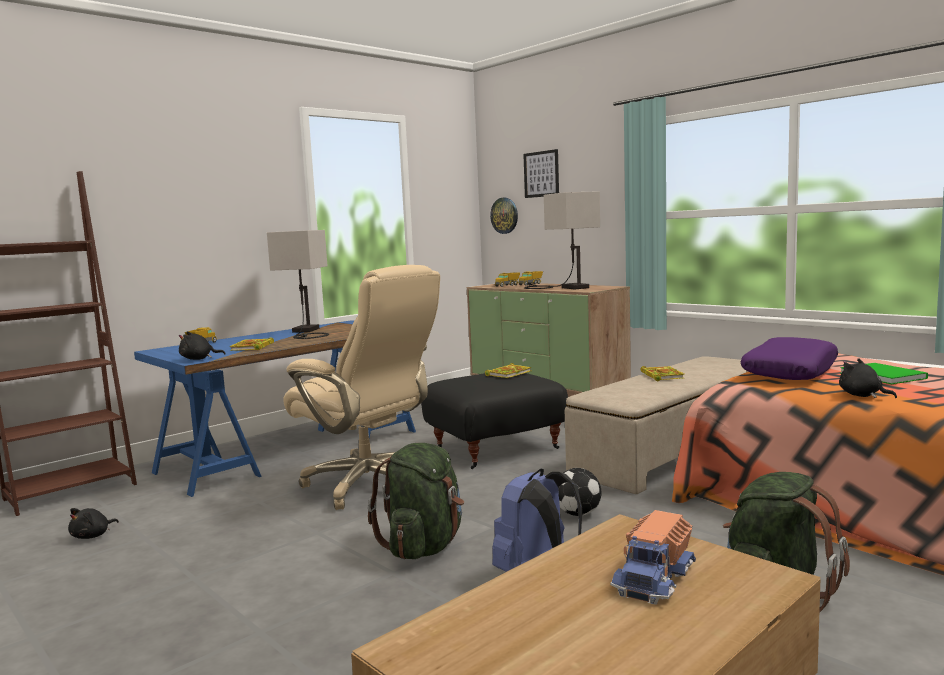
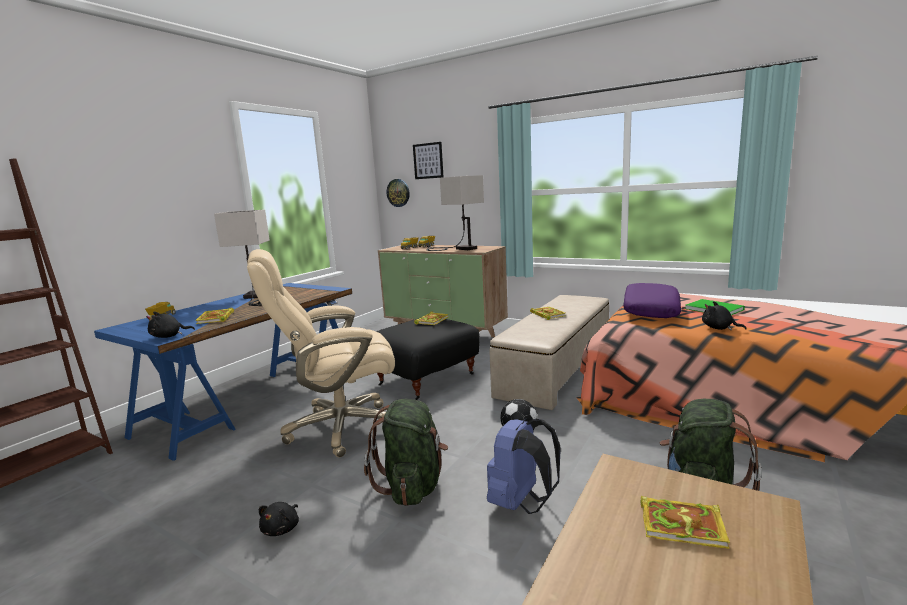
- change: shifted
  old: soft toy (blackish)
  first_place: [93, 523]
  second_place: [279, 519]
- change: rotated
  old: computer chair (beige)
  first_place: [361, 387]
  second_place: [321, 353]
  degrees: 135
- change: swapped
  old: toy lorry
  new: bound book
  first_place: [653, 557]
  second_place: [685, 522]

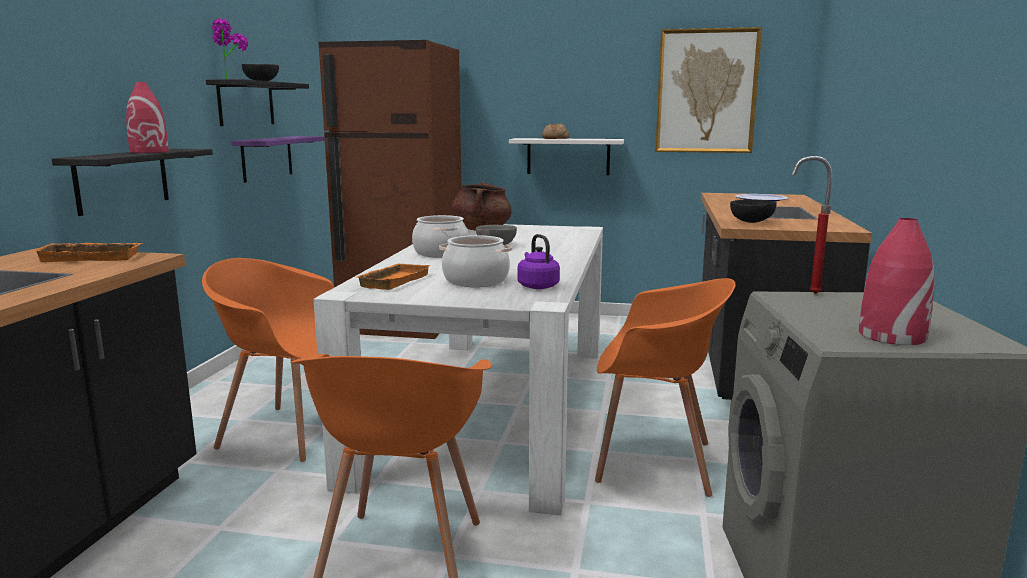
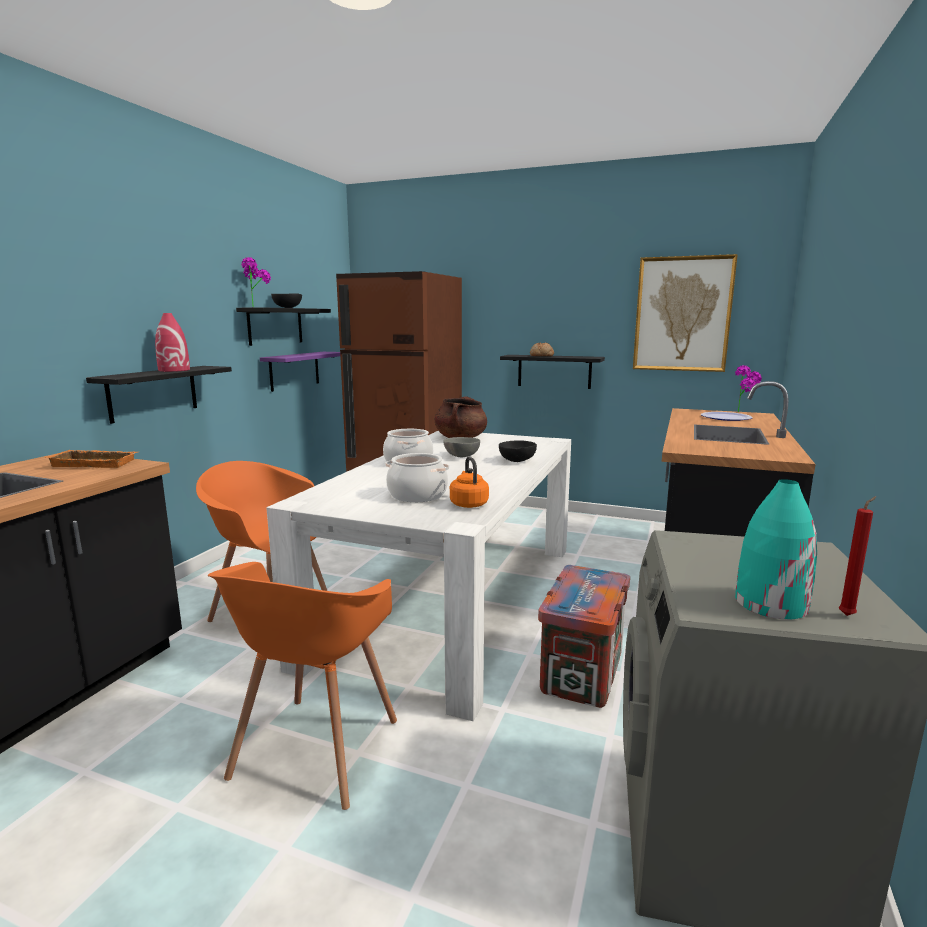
- change: gone
  old: tray (orange-coloured)
  first_place: [394, 277]
- change: repainted
  old: shelf (whitish)
  new: shelf (blackish)
  first_place: [566, 156]
  second_place: [552, 372]
- change: repainted
  old: water kettle (purplish)
  new: water kettle (orange-coloured)
  first_place: [539, 261]
  second_place: [469, 482]
- change: swapped
  old: upright chair (orange-coloured)
  new: packing crate
  first_place: [665, 387]
  second_place: [584, 636]
- change: shifted
  old: serving bowl (blackish)
  first_place: [753, 211]
  second_place: [518, 451]
- change: shifted
  old: candle (reddish)
  first_place: [820, 249]
  second_place: [857, 556]
- change: repainted
  old: decorative vase (reddish)
  new: decorative vase (turquoise)
  first_place: [897, 281]
  second_place: [776, 549]
- change: new
  new: plant in a pot
  second_place: [748, 389]

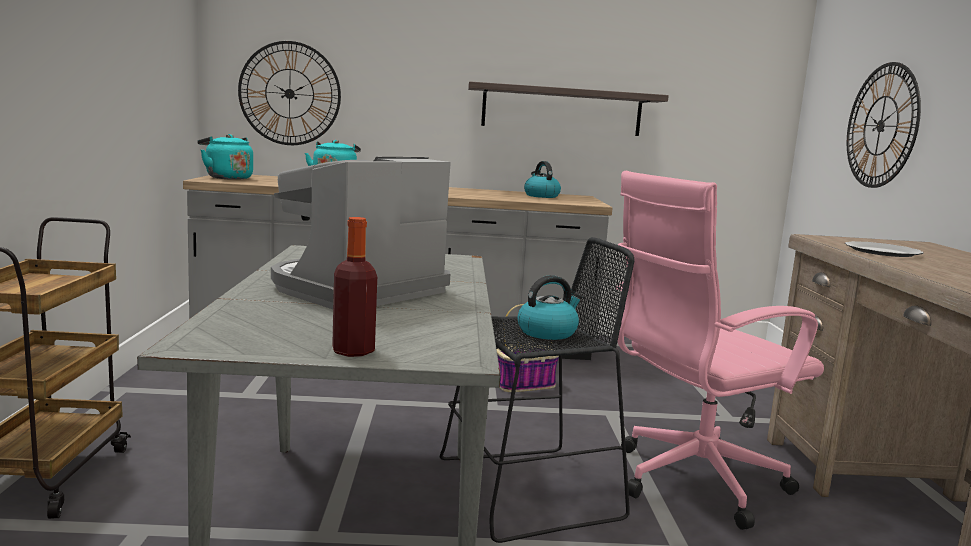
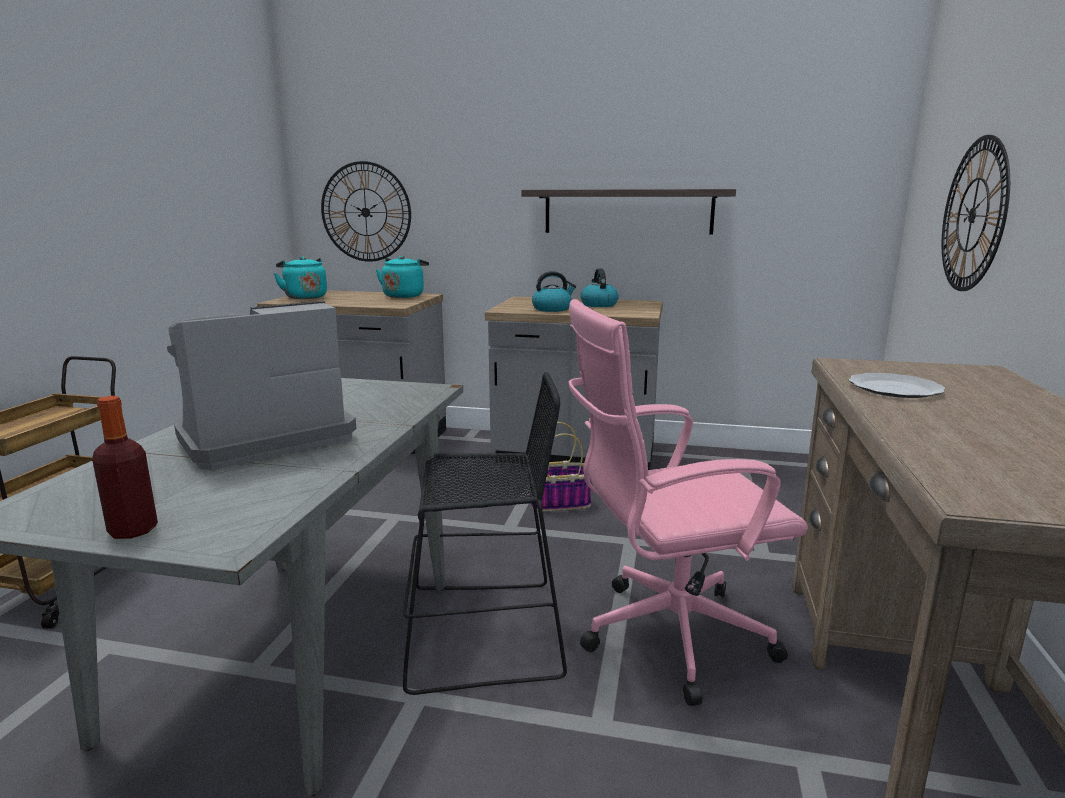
- change: shifted
  old: water kettle
  first_place: [549, 307]
  second_place: [554, 291]

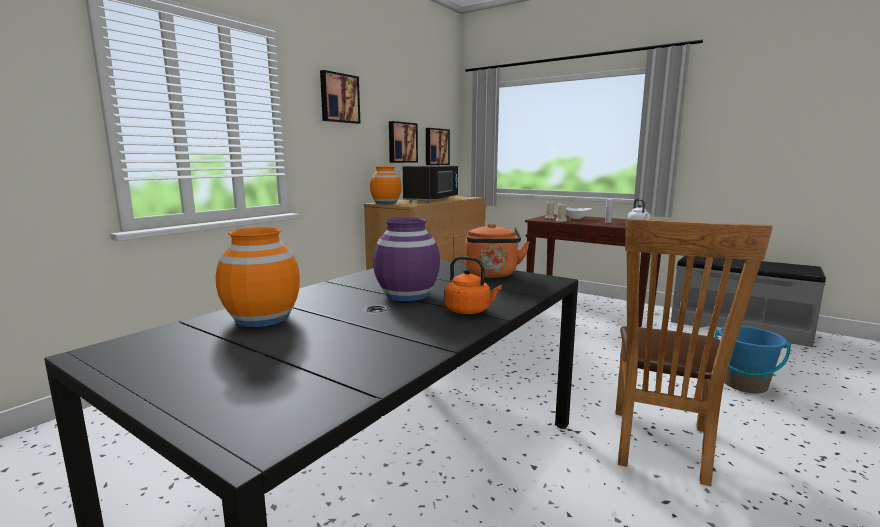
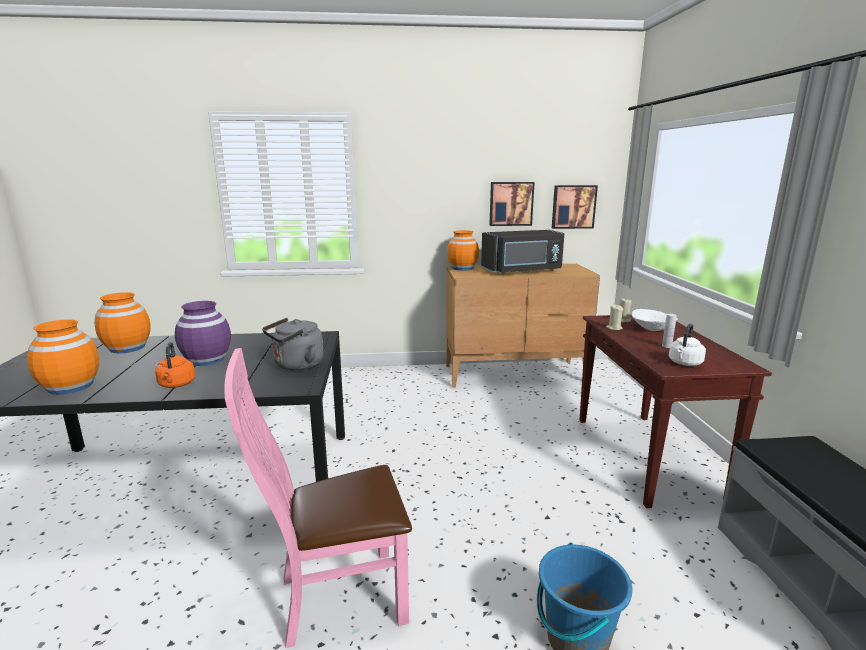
- change: gone
  old: picture
  first_place: [340, 97]
- change: repainted
  old: water kettle (orange-coloured)
  new: water kettle (greyish)
  first_place: [497, 250]
  second_place: [292, 344]
- change: repainted
  old: upright chair (brownish)
  new: upright chair (pink-coloured)
  first_place: [694, 352]
  second_place: [318, 498]
- change: new
  new: decorative vase (orange-coloured)
  second_place: [63, 357]

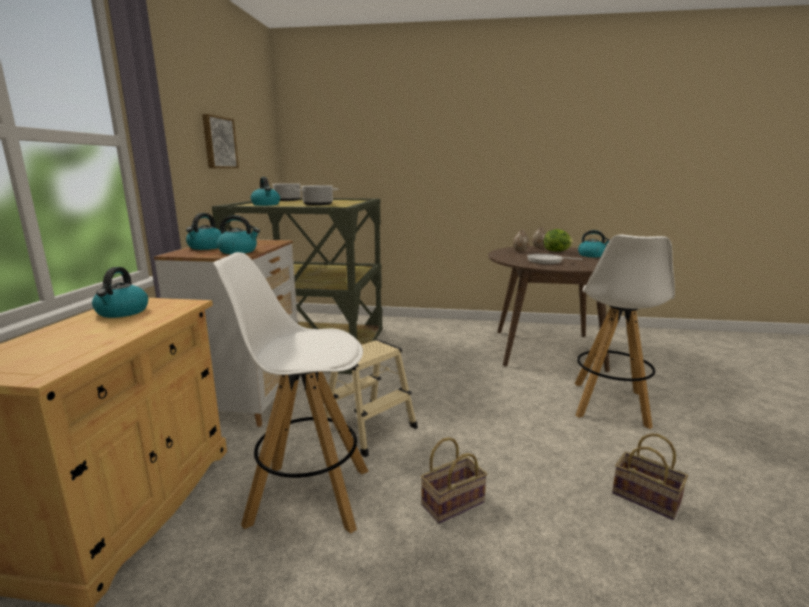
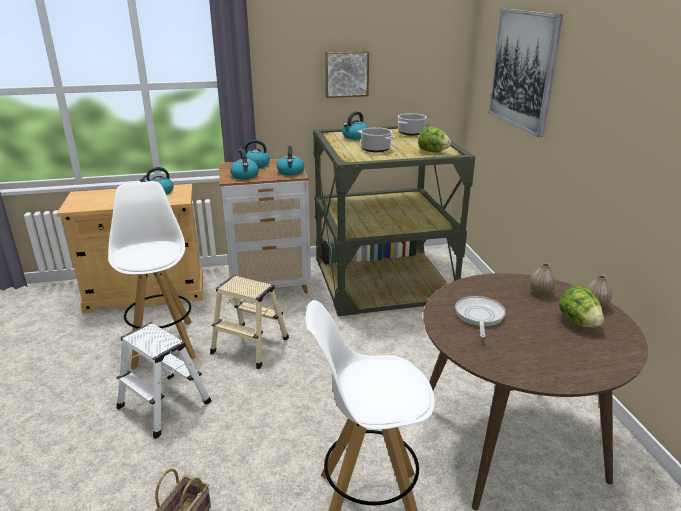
- change: swapped
  old: storage basket
  new: step stool (whitish)
  first_place: [454, 480]
  second_place: [163, 380]
- change: shifted
  old: water kettle
  first_place: [594, 243]
  second_place: [290, 160]
- change: new
  new: head of lettuce
  second_place: [434, 139]
- change: new
  new: picture
  second_place: [525, 72]

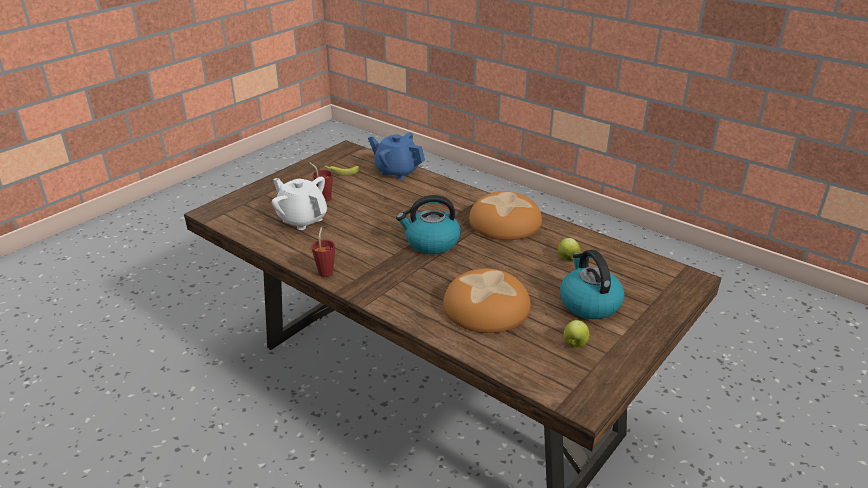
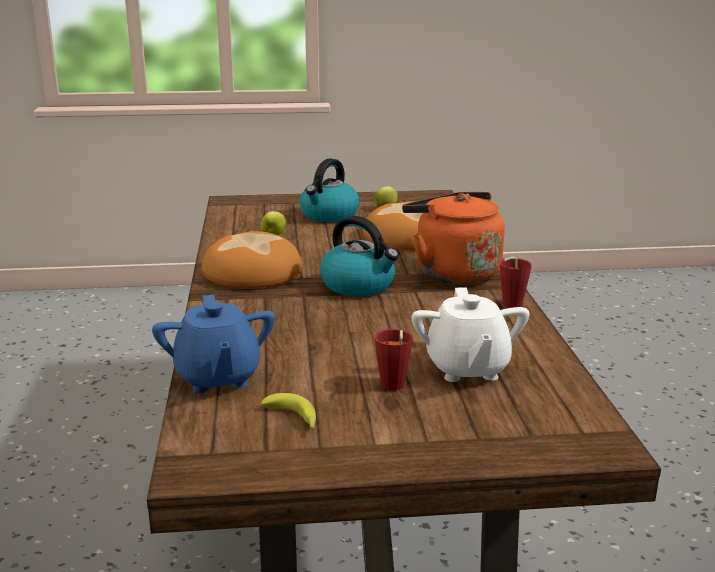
- change: new
  new: water kettle (orange-coloured)
  second_place: [453, 238]

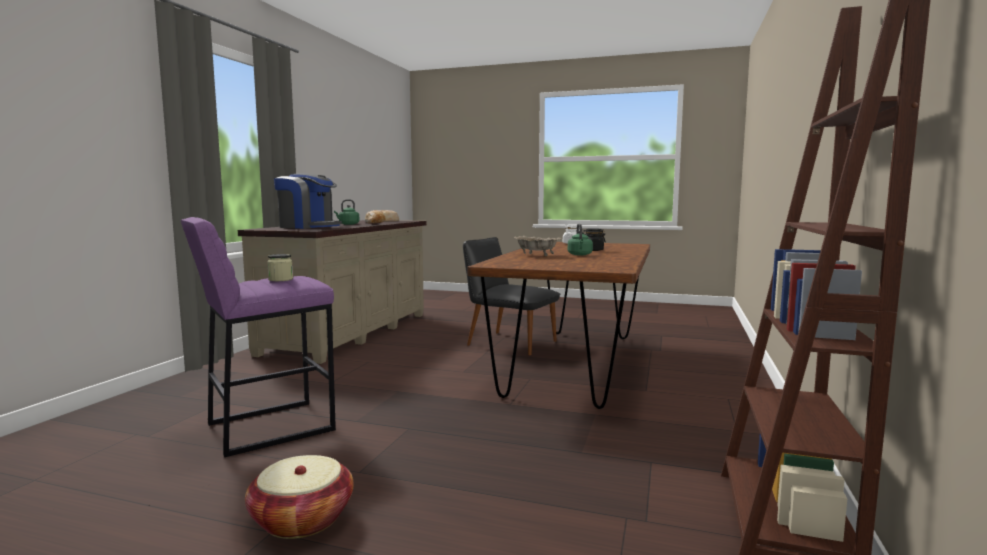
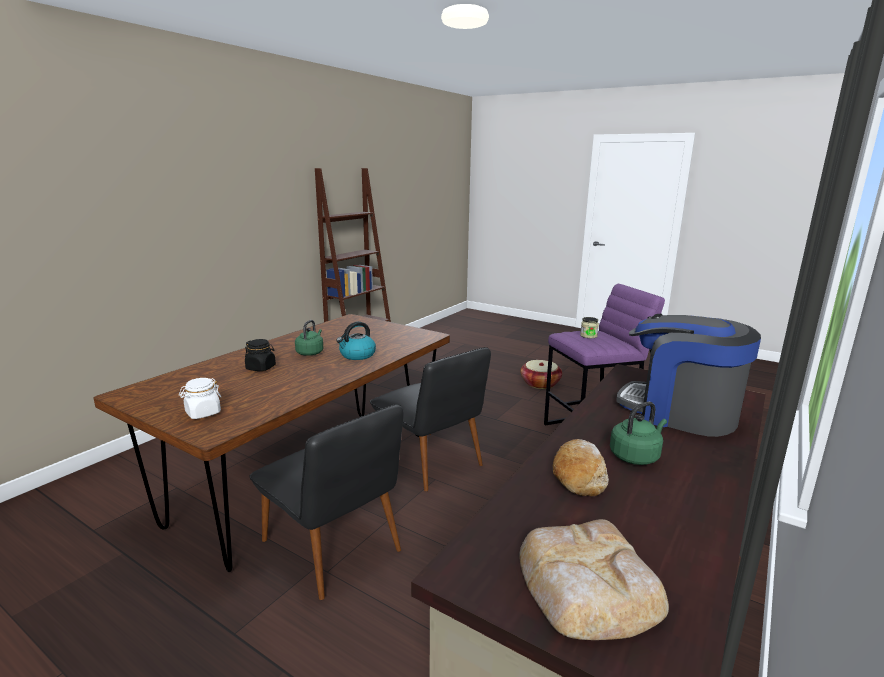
- change: swapped
  old: serving bowl (beige)
  new: water kettle
  first_place: [537, 246]
  second_place: [356, 341]
- change: new
  new: upright chair (blackish)
  second_place: [430, 419]

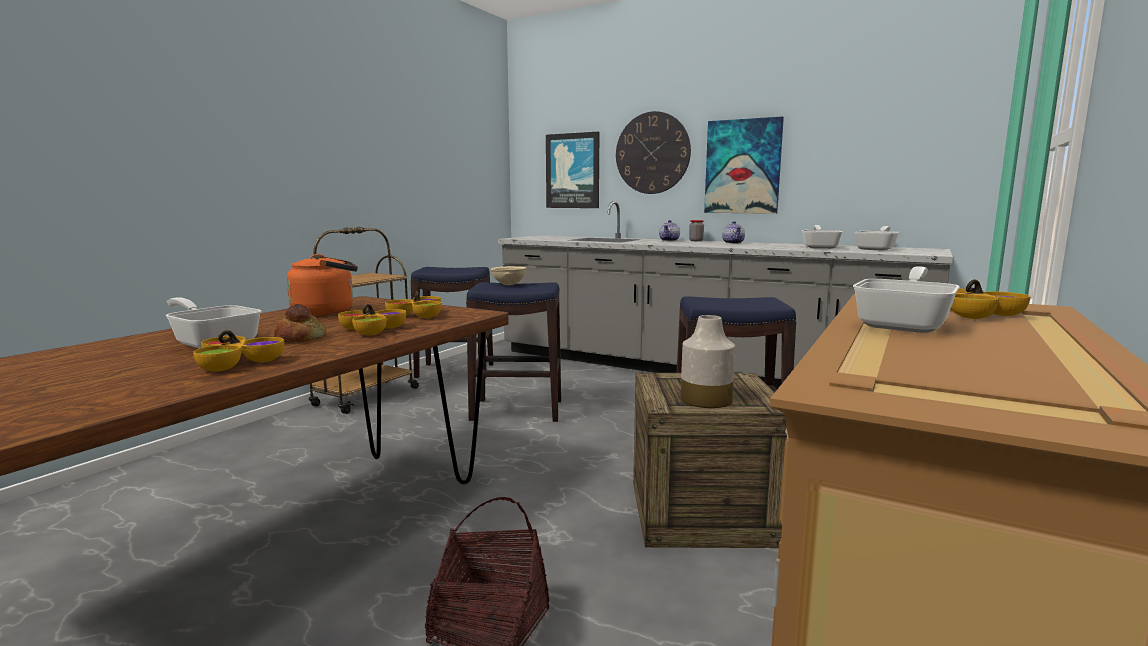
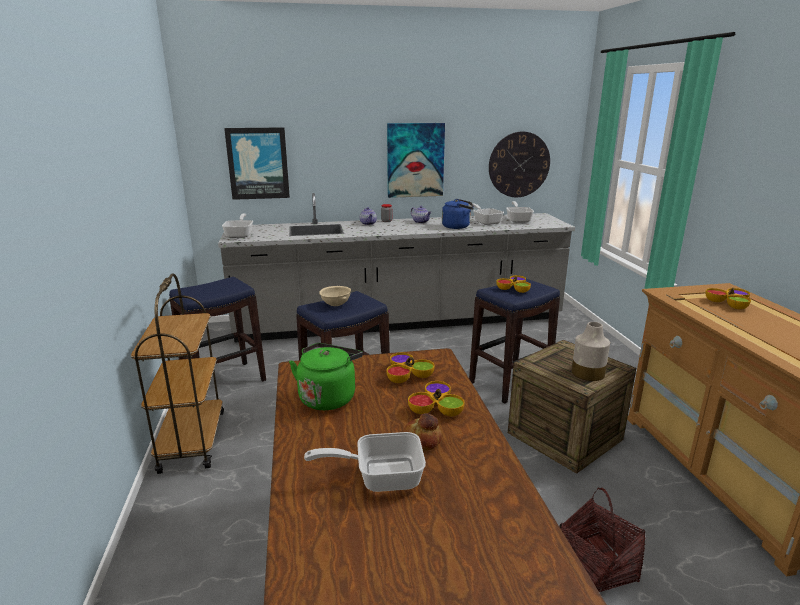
- change: shifted
  old: serving bowl
  first_place: [238, 351]
  second_place: [513, 284]
- change: repainted
  old: water kettle (orange-coloured)
  new: water kettle (greenish)
  first_place: [322, 285]
  second_place: [326, 376]
- change: shifted
  old: hanging clock
  first_place: [653, 152]
  second_place: [519, 164]
- change: shifted
  old: frying pan
  first_place: [906, 299]
  second_place: [237, 226]
- change: new
  new: water kettle (blue-coloured)
  second_place: [458, 214]

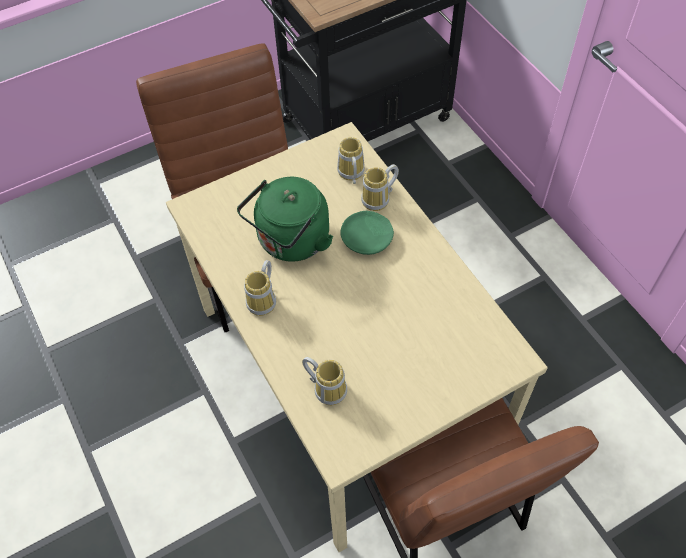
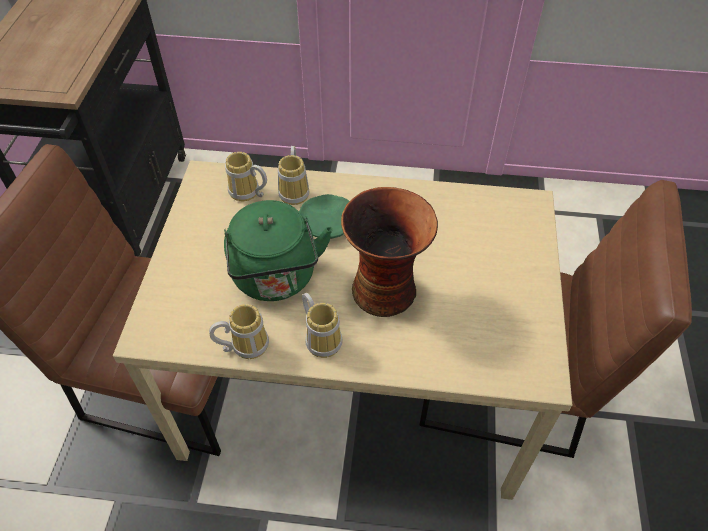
- change: shifted
  old: mug
  first_place: [324, 381]
  second_place: [239, 331]
- change: new
  new: decorative vase
  second_place: [389, 252]

